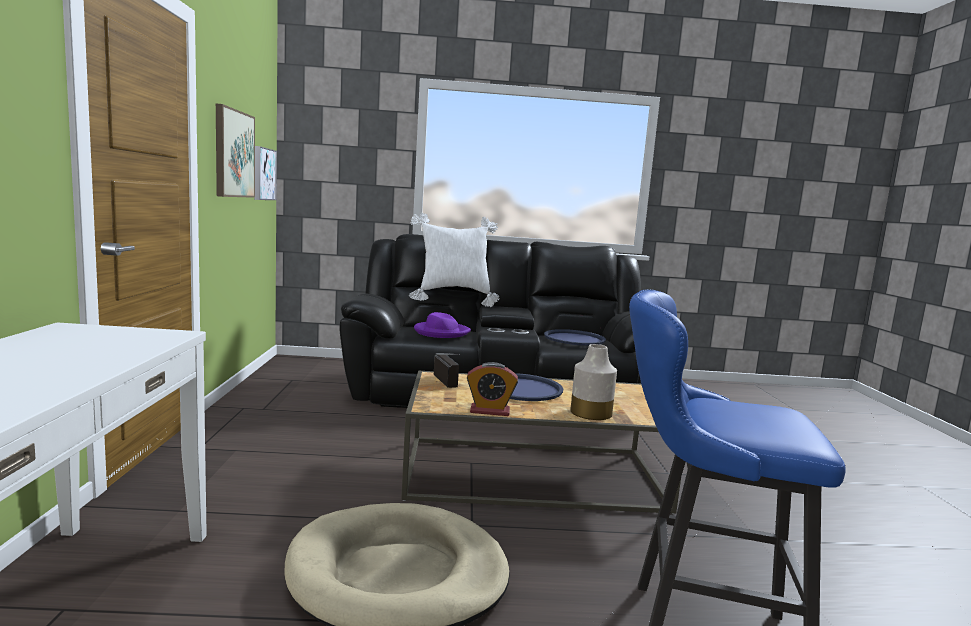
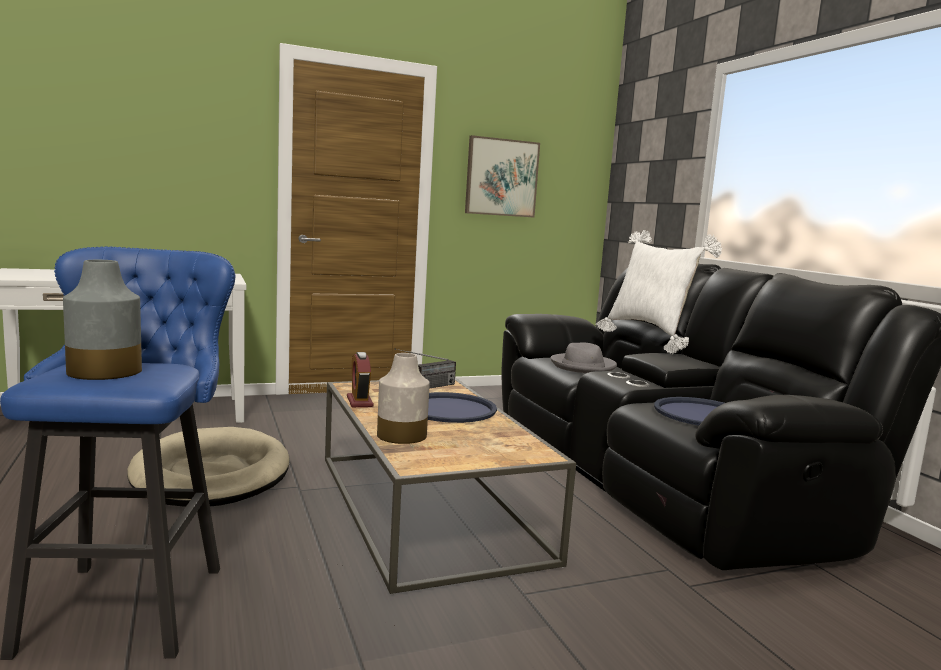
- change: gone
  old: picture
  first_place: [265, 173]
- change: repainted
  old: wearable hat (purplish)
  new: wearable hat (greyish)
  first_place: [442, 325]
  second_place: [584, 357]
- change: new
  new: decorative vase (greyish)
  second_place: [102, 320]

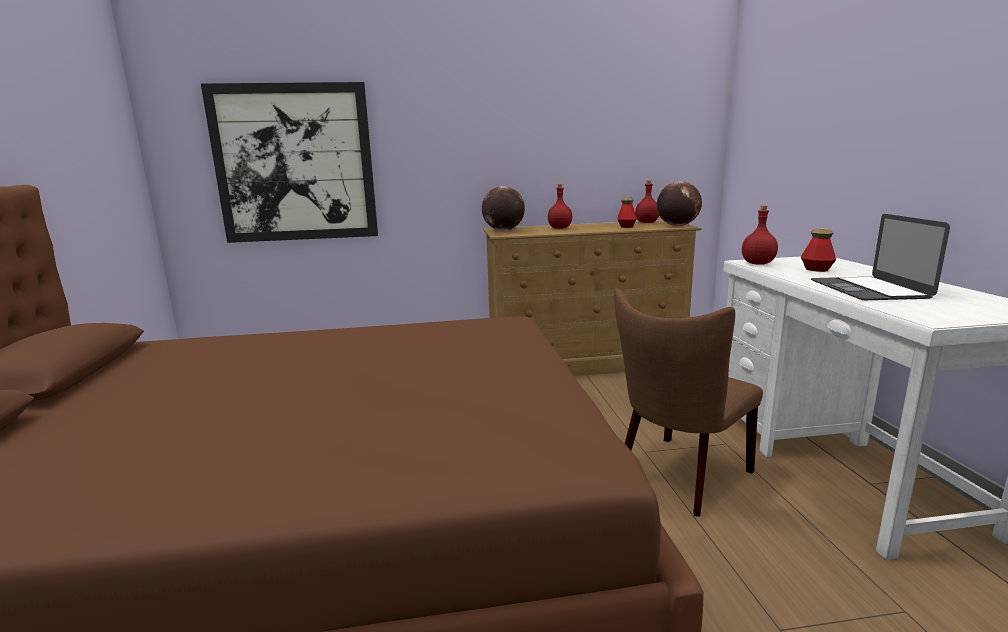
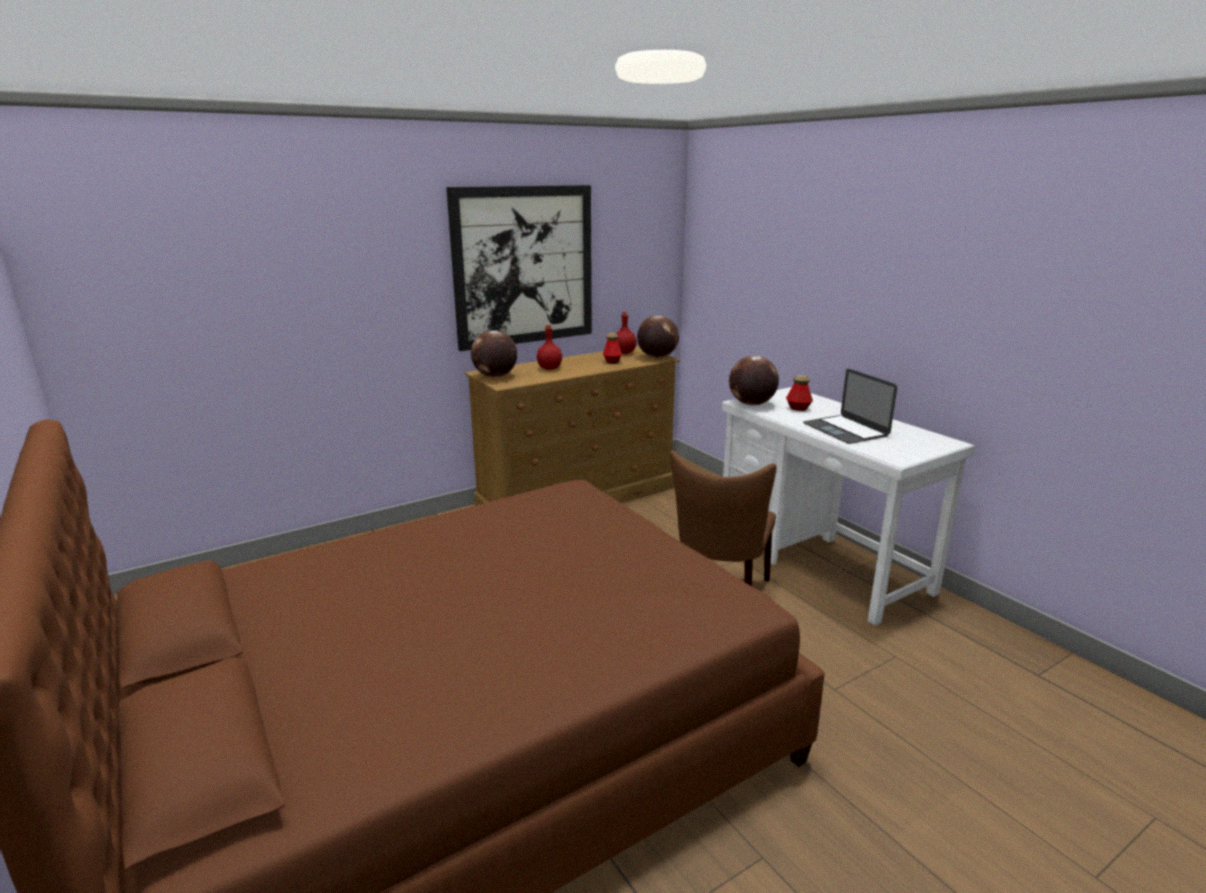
- change: shifted
  old: picture
  first_place: [289, 162]
  second_place: [519, 268]
- change: swapped
  old: drink bottle (reddish)
  new: desk globe
  first_place: [760, 235]
  second_place: [754, 381]

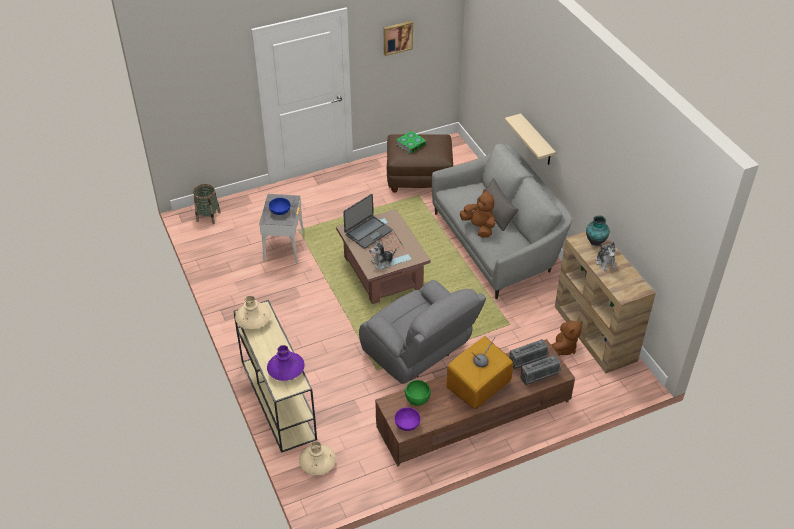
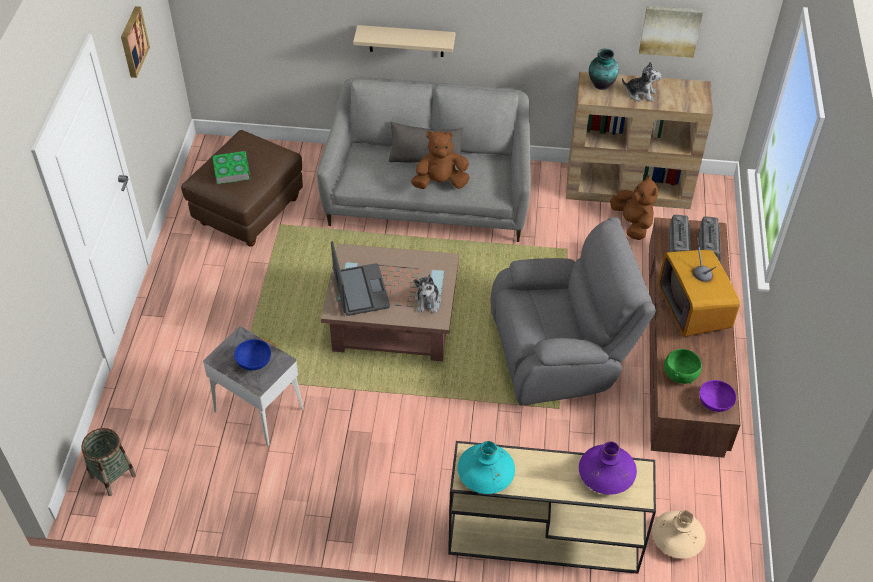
- change: repainted
  old: decorative vase (beige)
  new: decorative vase (turquoise)
  first_place: [253, 312]
  second_place: [486, 467]
- change: new
  new: picture
  second_place: [671, 32]

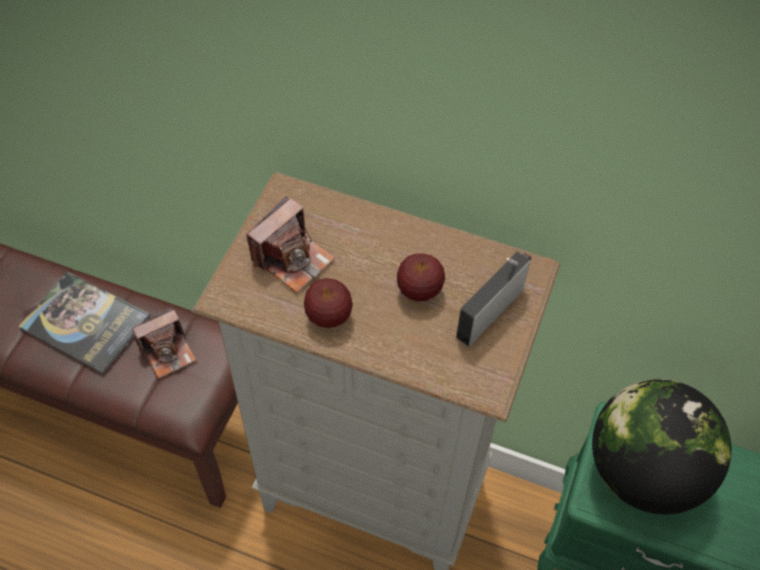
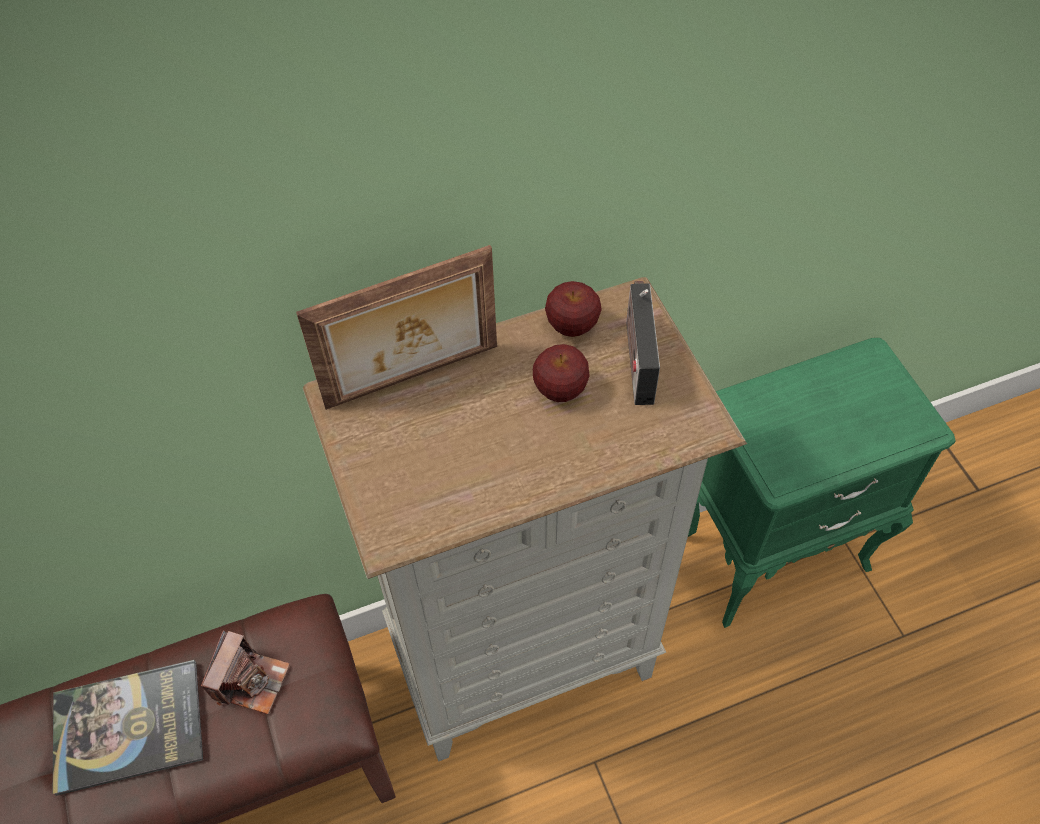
- change: gone
  old: photo camera
  first_place: [290, 244]
- change: shifted
  old: whole apple
  first_place: [328, 303]
  second_place: [573, 309]
- change: gone
  old: desk globe
  first_place: [661, 447]
- change: new
  new: photo frame
  second_place: [396, 327]

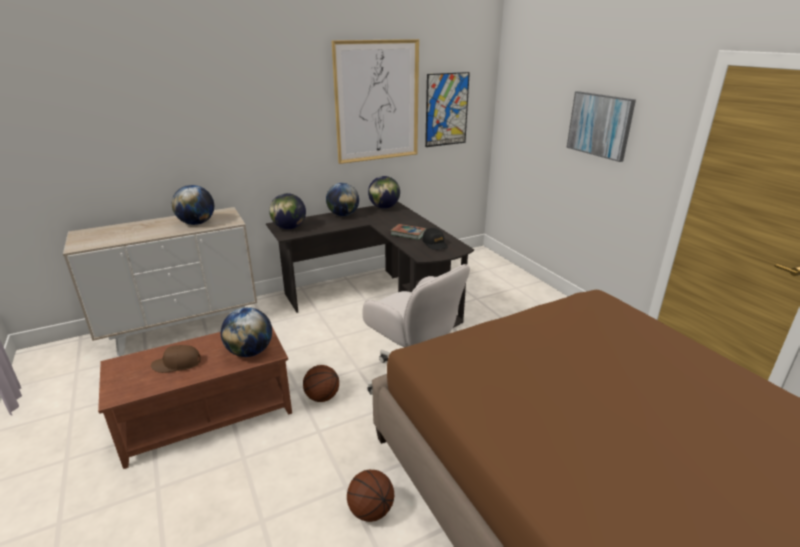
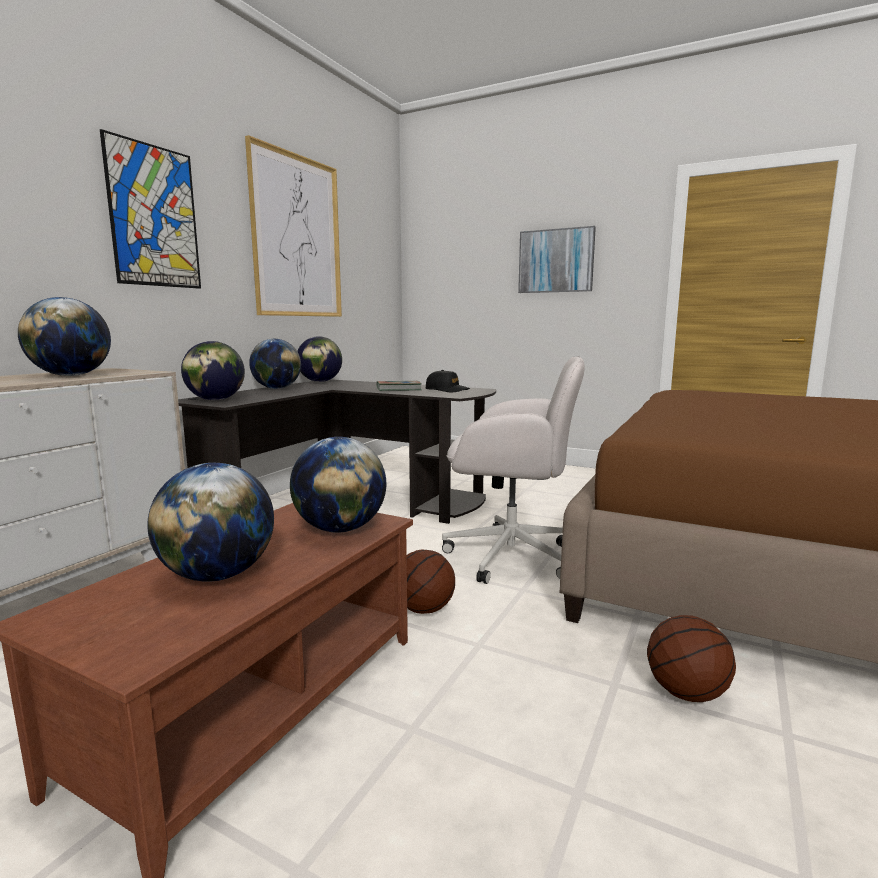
- change: swapped
  old: peaked cap (brownish)
  new: desk globe
  first_place: [176, 359]
  second_place: [210, 522]
- change: shifted
  old: picture
  first_place: [447, 109]
  second_place: [150, 209]

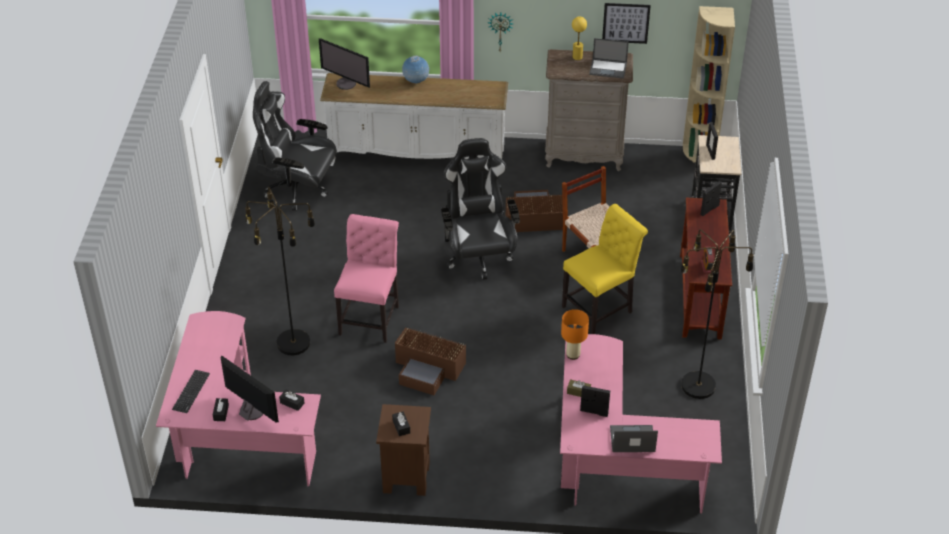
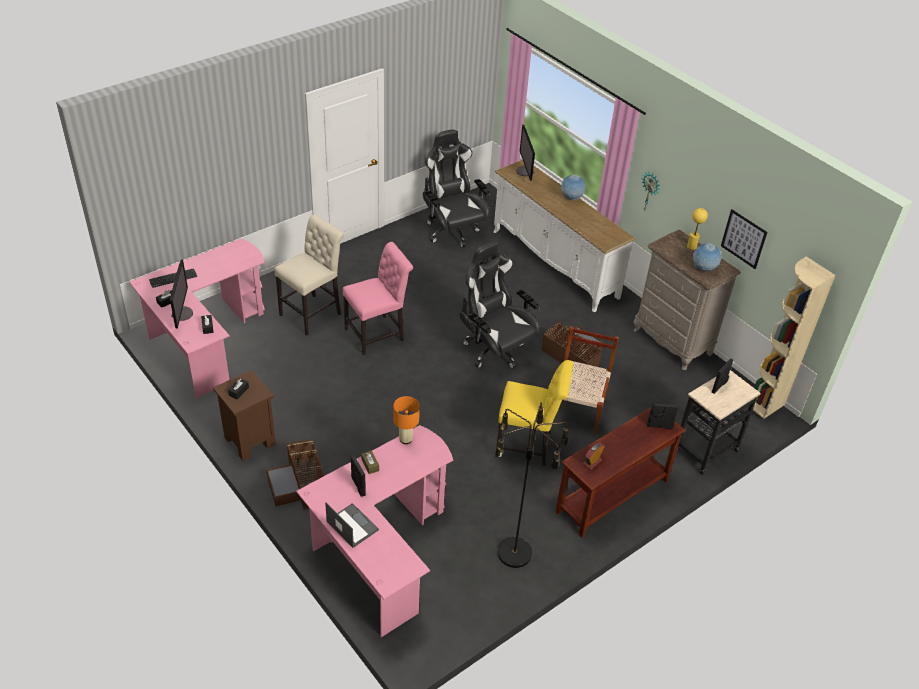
- change: swapped
  old: floor lamp
  new: stool (beige)
  first_place: [280, 271]
  second_place: [309, 275]
- change: shifted
  old: storage box (brownish)
  first_place: [430, 360]
  second_place: [295, 474]
- change: rotated
  old: computer chair (blackish)
  first_place: [480, 209]
  second_place: [500, 304]
  degrees: -75
- change: swapped
  old: portable computer
  new: desk globe
  first_place: [609, 58]
  second_place: [707, 257]

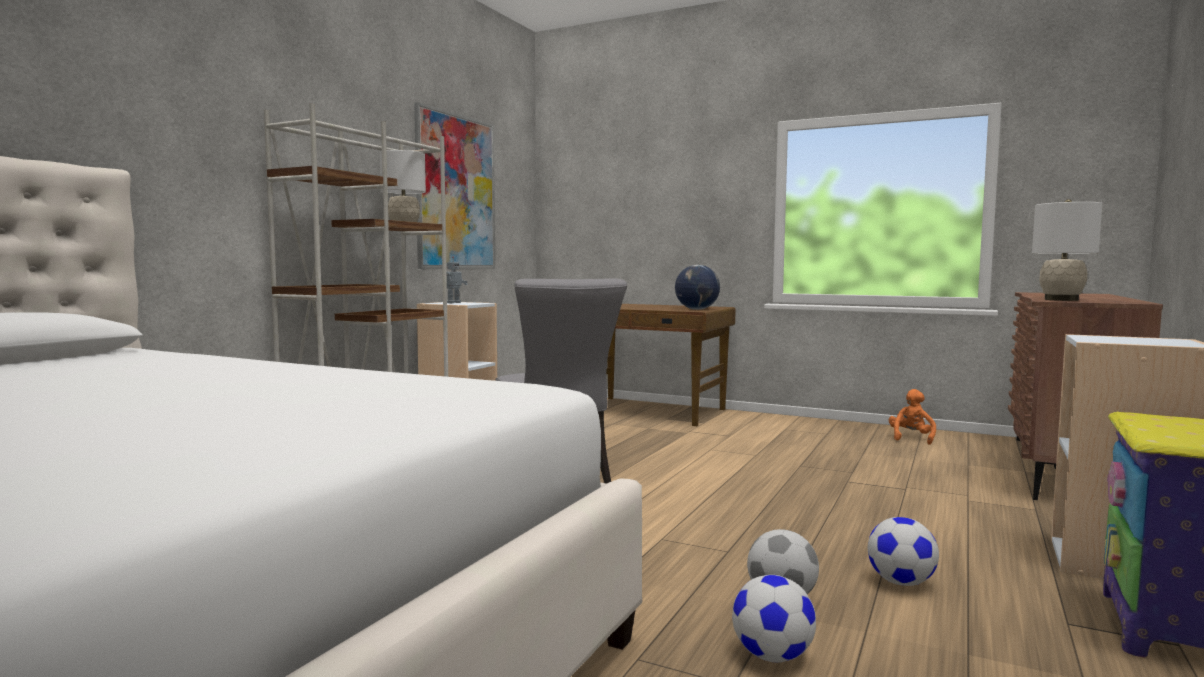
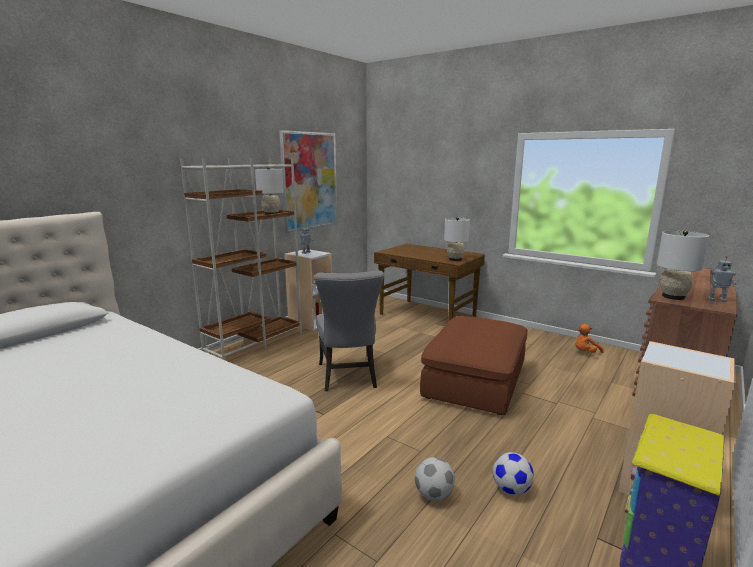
- change: swapped
  old: desk globe
  new: lamp for a table (whitish)
  first_place: [697, 287]
  second_place: [457, 239]
- change: gone
  old: football ball
  first_place: [774, 618]
- change: rotated
  old: soft toy (orange-coloured)
  first_place: [912, 417]
  second_place: [589, 338]
  degrees: -150
- change: new
  new: footrest (brownish)
  second_place: [474, 365]
- change: new
  new: model robot
  second_place: [722, 279]

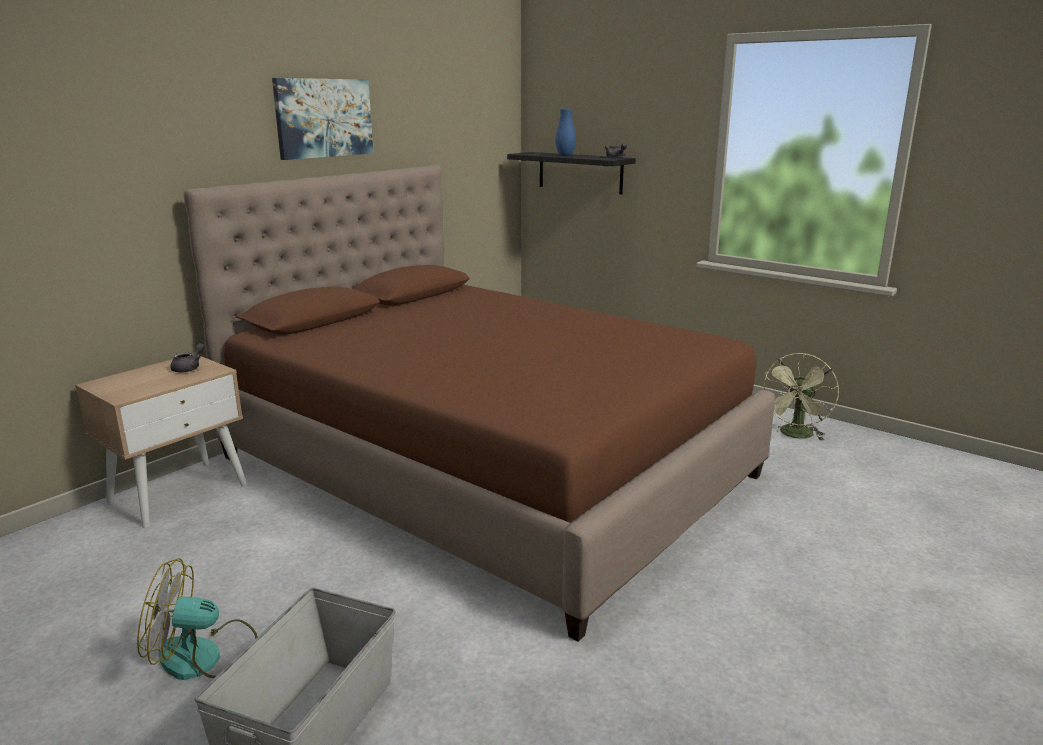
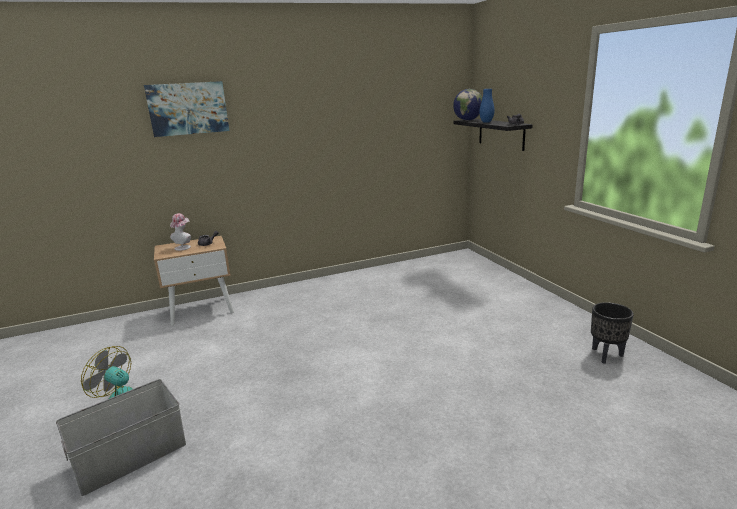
- change: gone
  old: bedroom bed (brownish)
  first_place: [479, 403]
- change: shifted
  old: picture
  first_place: [322, 119]
  second_place: [186, 109]
- change: swapped
  old: electric fan (greenish)
  new: planter (blackish)
  first_place: [801, 397]
  second_place: [612, 333]
- change: new
  new: wearable hat
  second_place: [180, 232]
- change: new
  new: desk globe
  second_place: [468, 104]

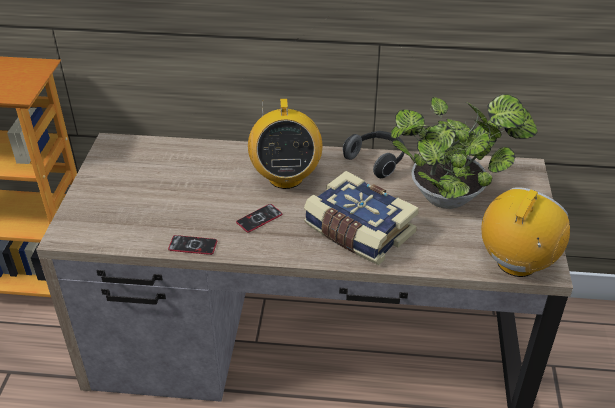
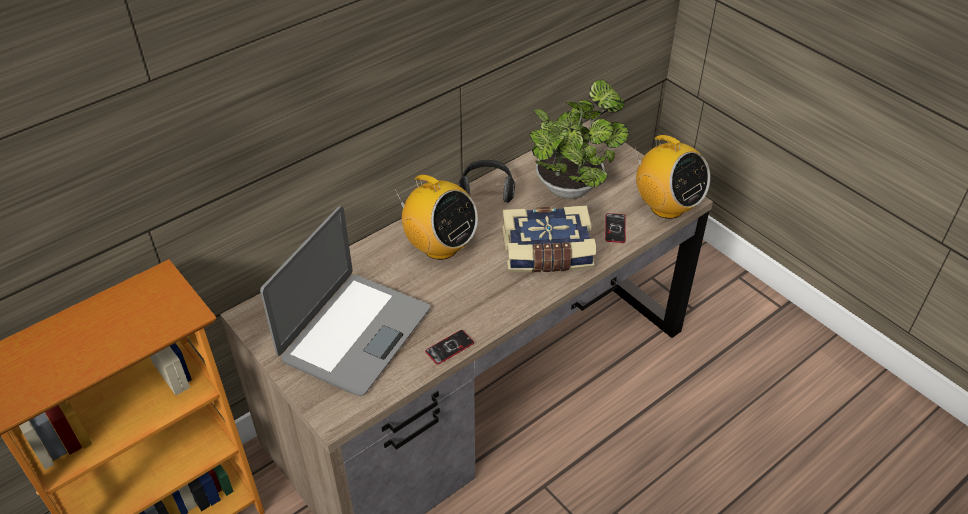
- change: shifted
  old: phone
  first_place: [259, 218]
  second_place: [615, 228]
- change: rotated
  old: radio set
  first_place: [525, 232]
  second_place: [672, 177]
  degrees: 150
- change: new
  new: portable computer
  second_place: [345, 301]

